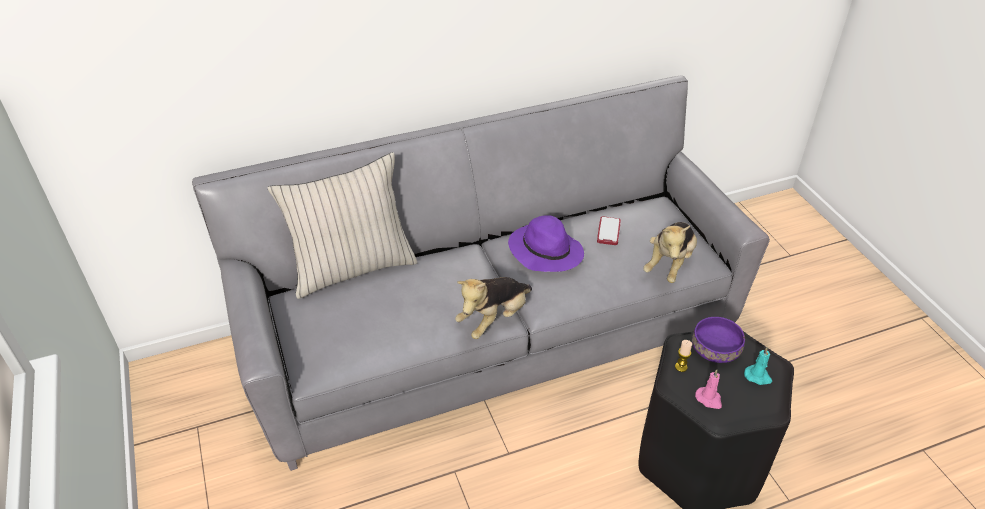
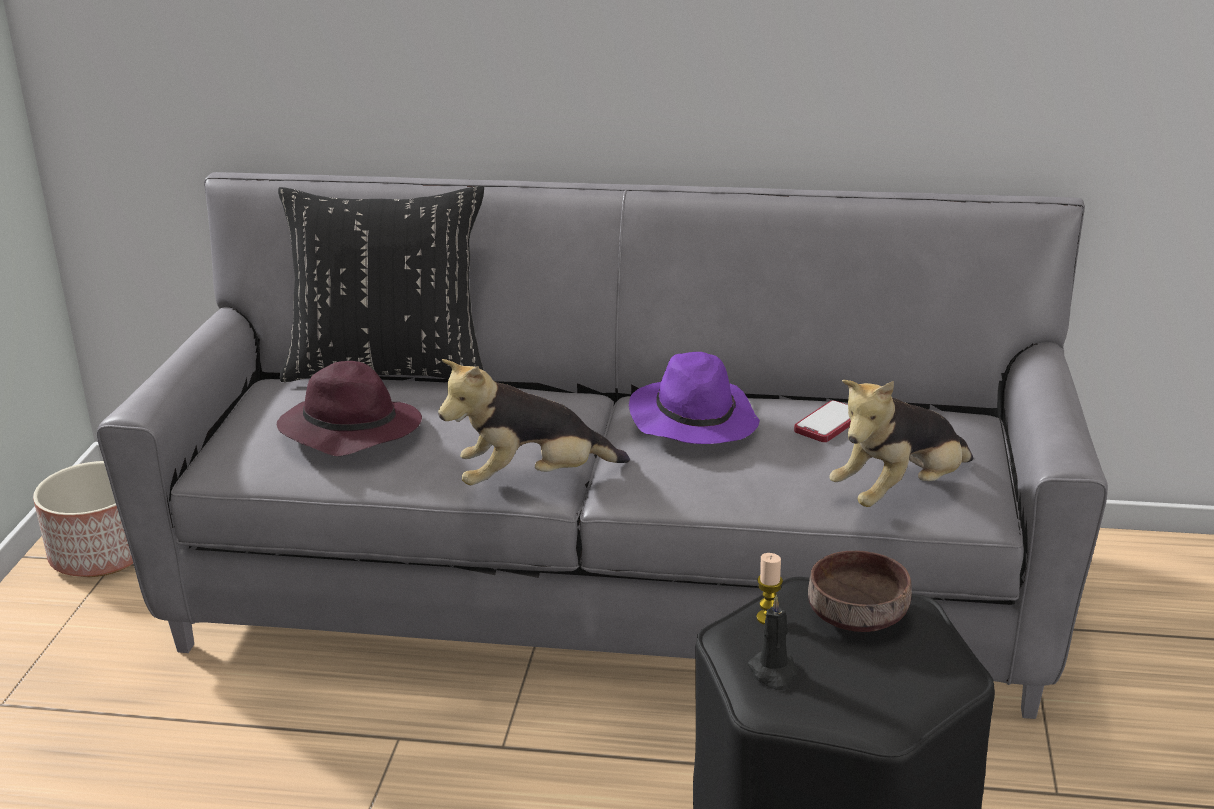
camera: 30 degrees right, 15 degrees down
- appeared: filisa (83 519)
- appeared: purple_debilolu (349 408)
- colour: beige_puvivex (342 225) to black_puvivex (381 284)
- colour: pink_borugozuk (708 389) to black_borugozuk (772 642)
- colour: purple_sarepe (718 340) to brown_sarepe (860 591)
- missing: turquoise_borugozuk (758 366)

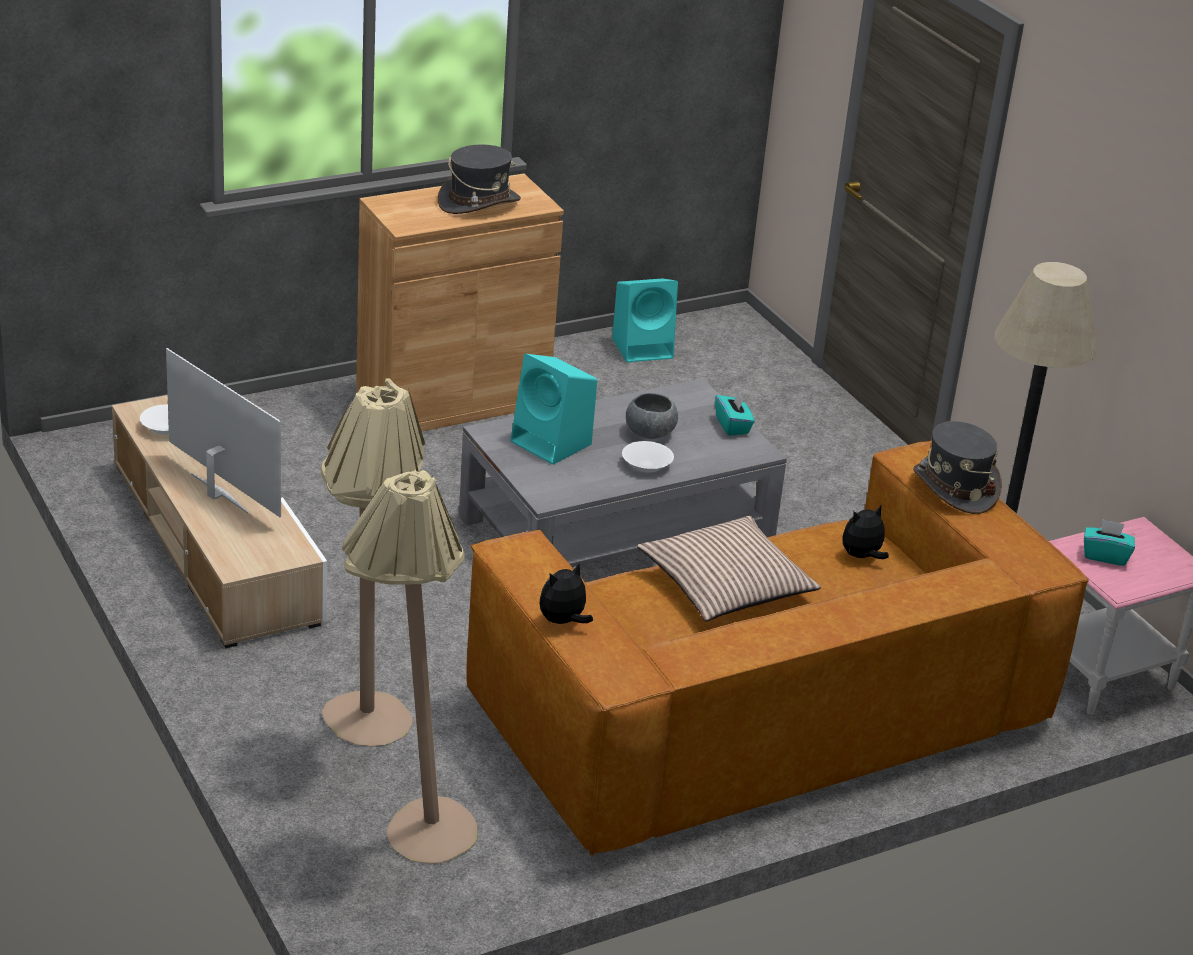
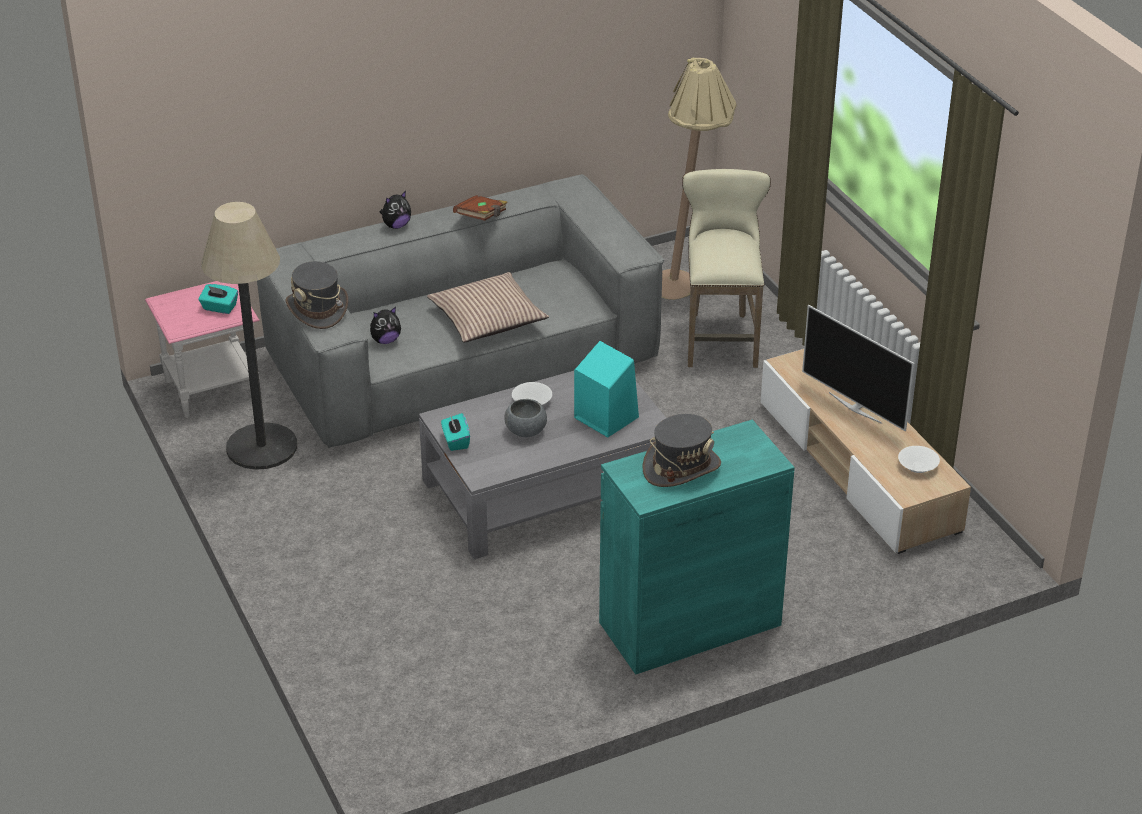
camera: 175 degrees left, 5 degrees up
- colour: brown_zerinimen (777 647) to grey_zerinimen (460 311)
- relocated: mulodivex (566 593) to (395 210)
- appeared: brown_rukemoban (480 208)
- colour: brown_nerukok (460 302) to turquoise_nerukok (697 547)
- exchanged: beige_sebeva (373 562) to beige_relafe (726 268)
- missing: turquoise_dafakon (645 320)

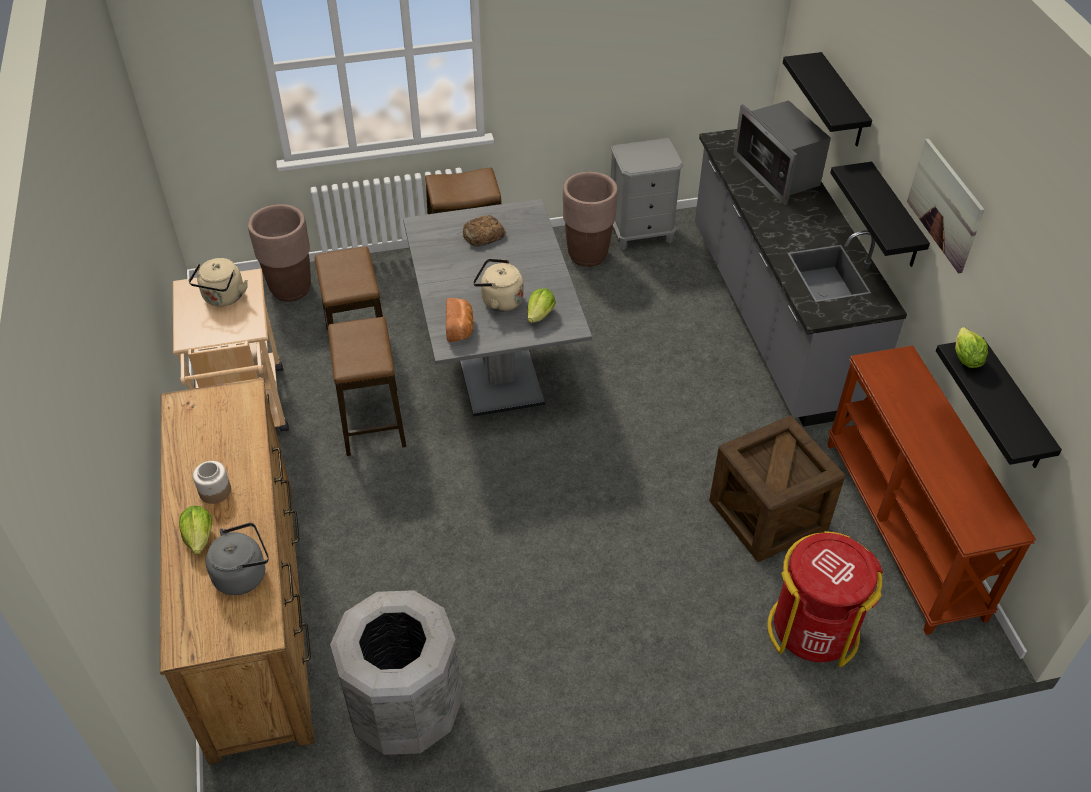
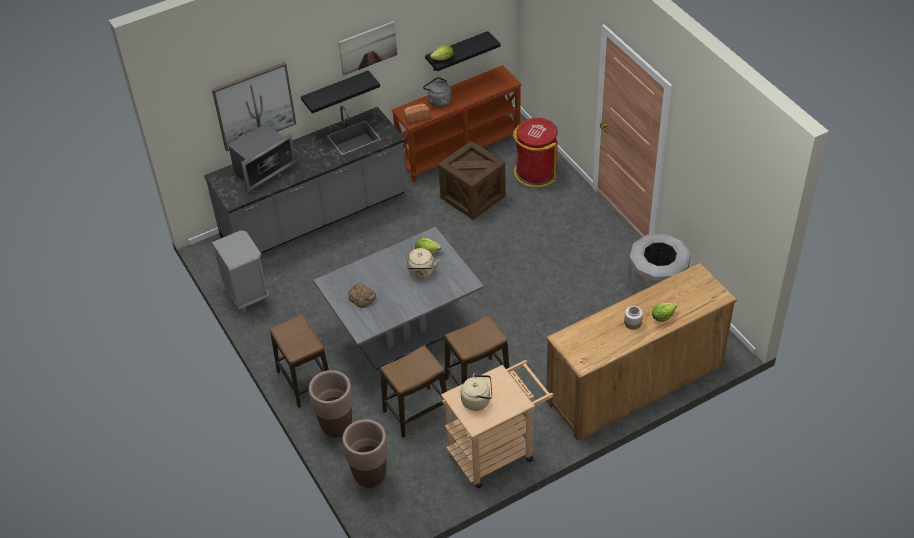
camera: 105 degrees left, 0 degrees up
- exchanged: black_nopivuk (827 99) to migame (254 106)
- relocated: brown_filisa (590 219) to (331 404)
- relocated: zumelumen (459 320) to (417 113)
- relocated: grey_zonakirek (237 559) to (437 92)

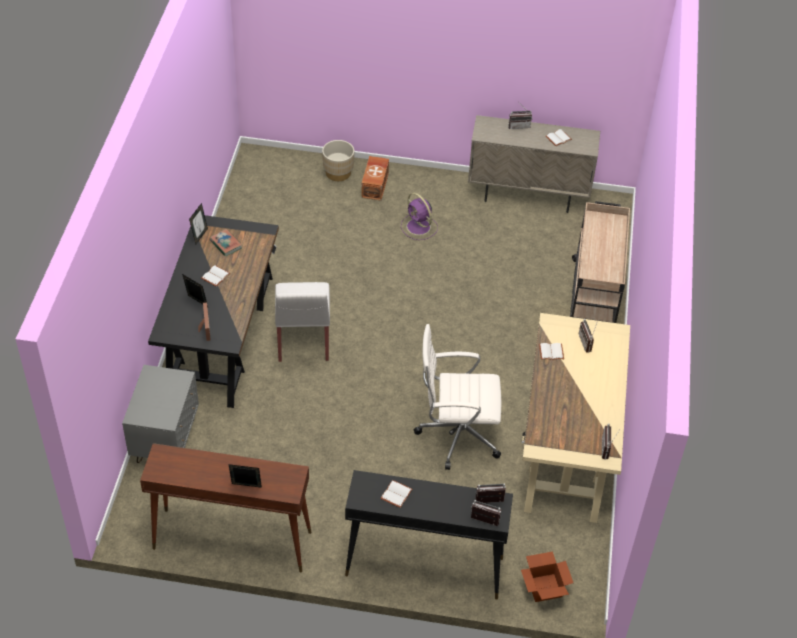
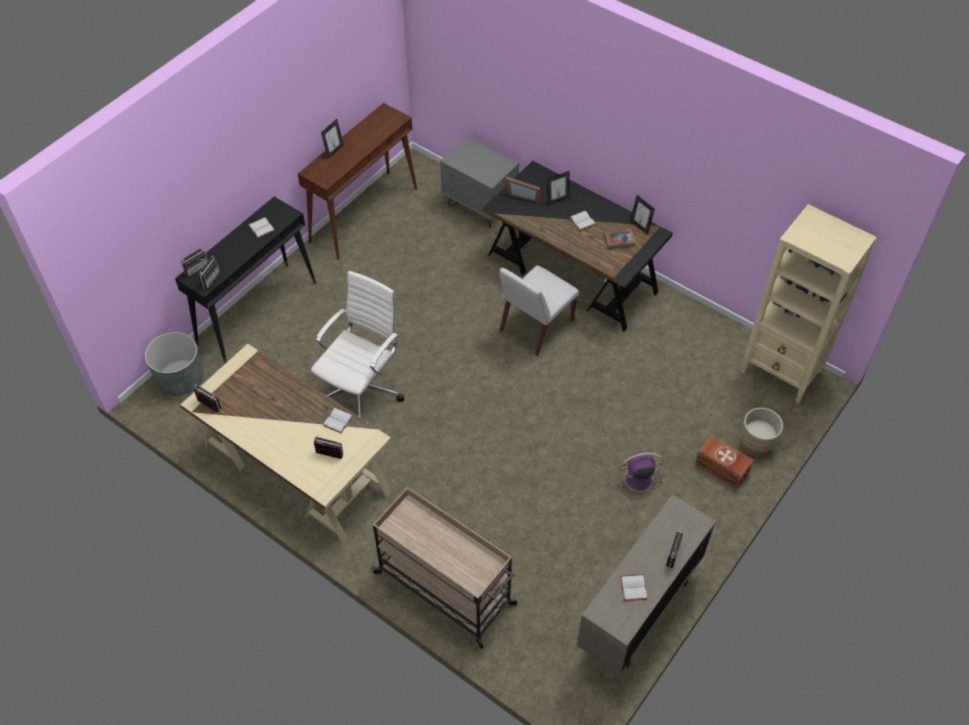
camera: 120 degrees right, 5 degrees up
- exchanged: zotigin (547 576) to grey_filisa (174 364)
- spun: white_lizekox (302 322) = (539 310) 75 degrees counterclockwise
- appeared: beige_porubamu (809 303)

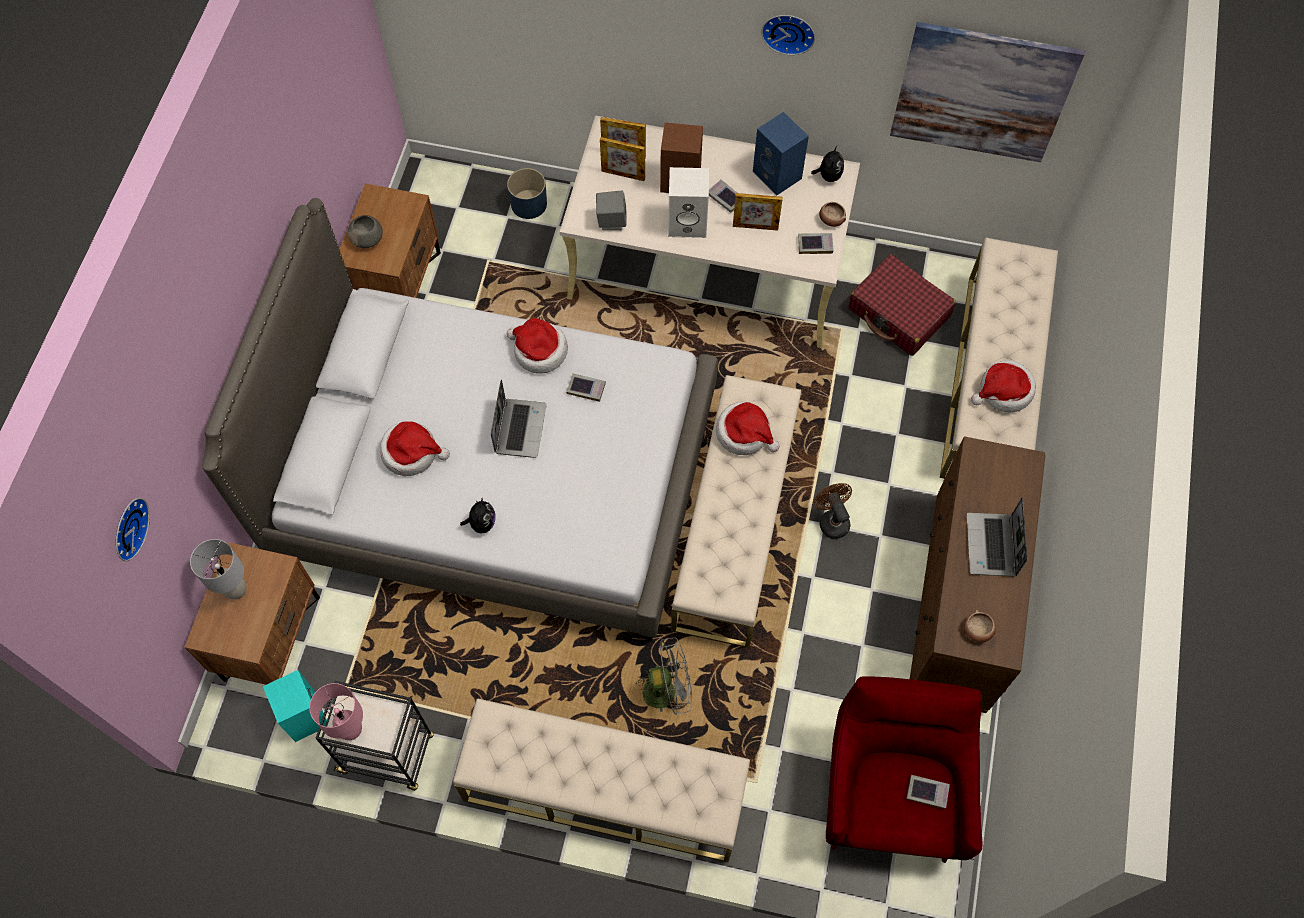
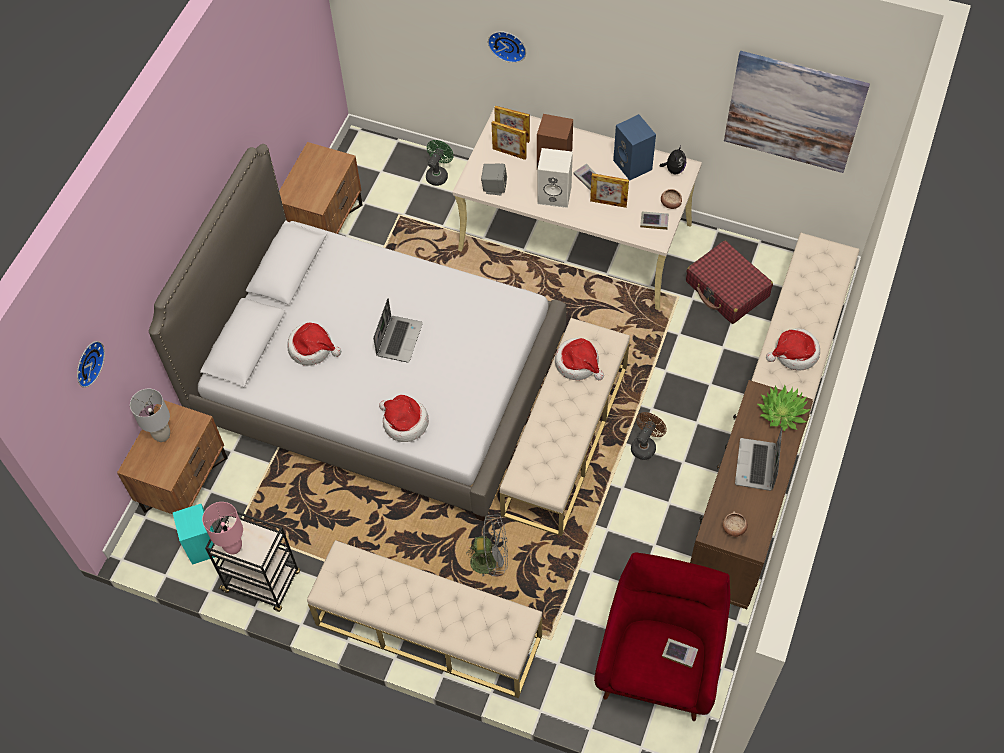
camera: 10 degrees right, 5 degrees down
- relocated: debilolu (537 346) to (404 418)
- exchanged: blue_filisa (527 193) to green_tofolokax (440 163)
- relocated: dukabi (788 35) to (507 47)
- spun: brown_tofolokax (833 511) = (649 436) 45 degrees clockwise
- appeared: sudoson (784 408)
- missing: grey_sarepe (365 231)
- missing: mulodivex (477 515)
- missing: rukemoban (586 387)

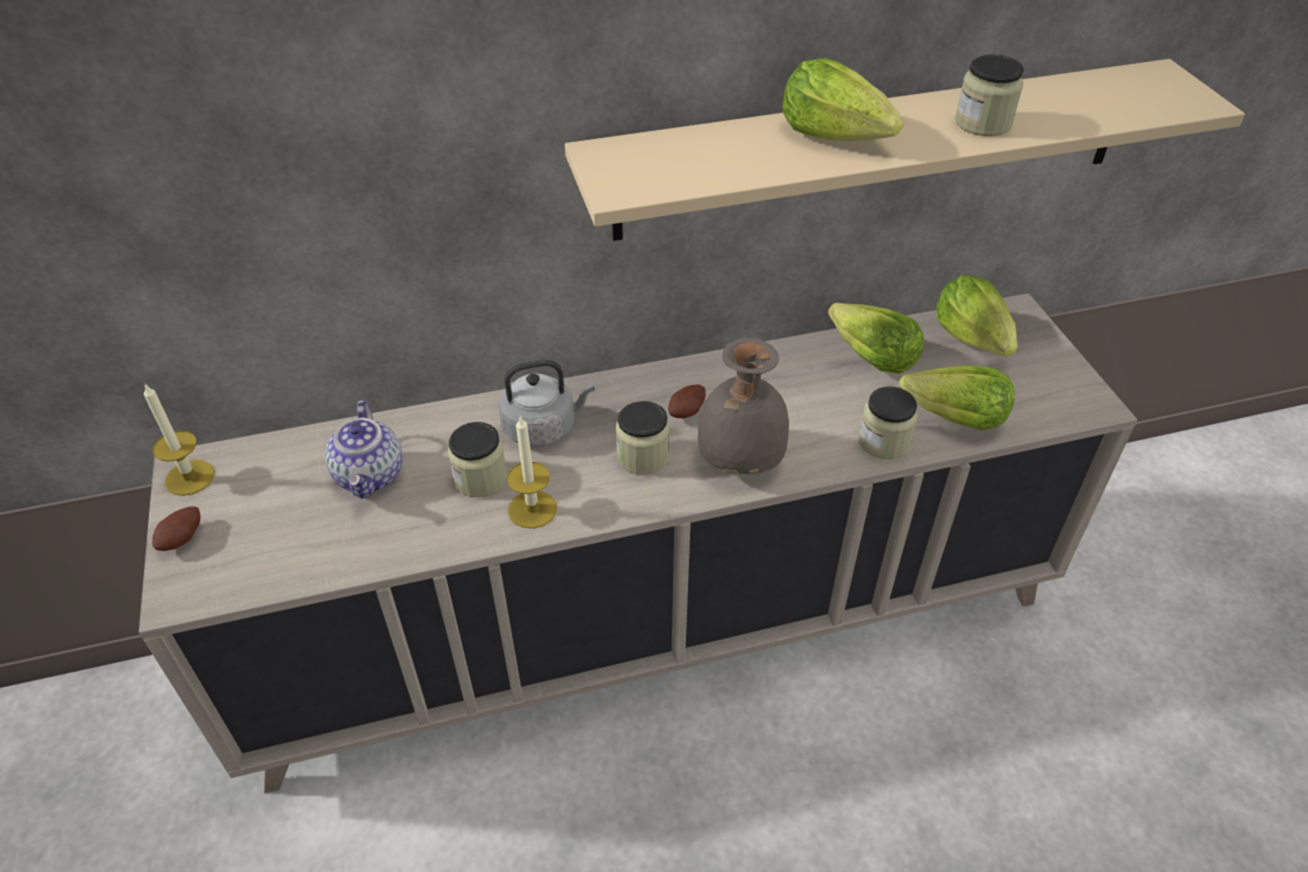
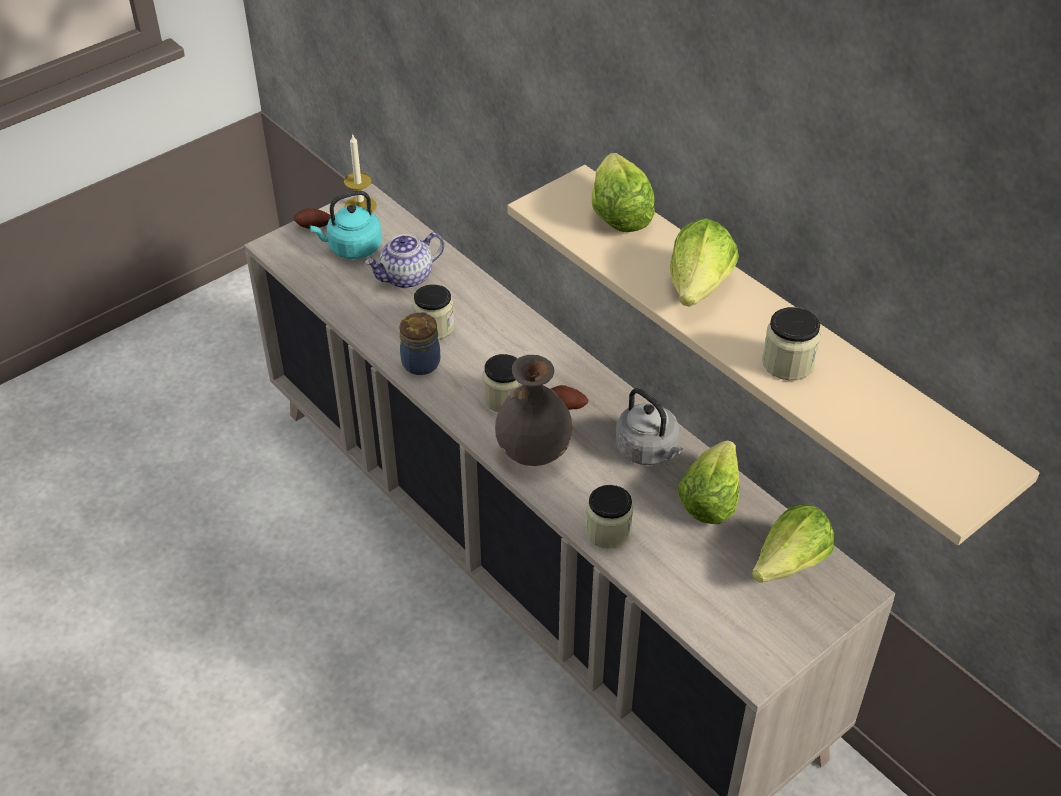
camera: 65 degrees right, 0 degrees up
- appeared: turquoise_zonakirek (345 225)
- exchanged: borugozuk (532 471) to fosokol (419 343)
- relocated: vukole (957 397) to (623 192)
- relocated: grey_zonakirek (547 403) to (649 426)

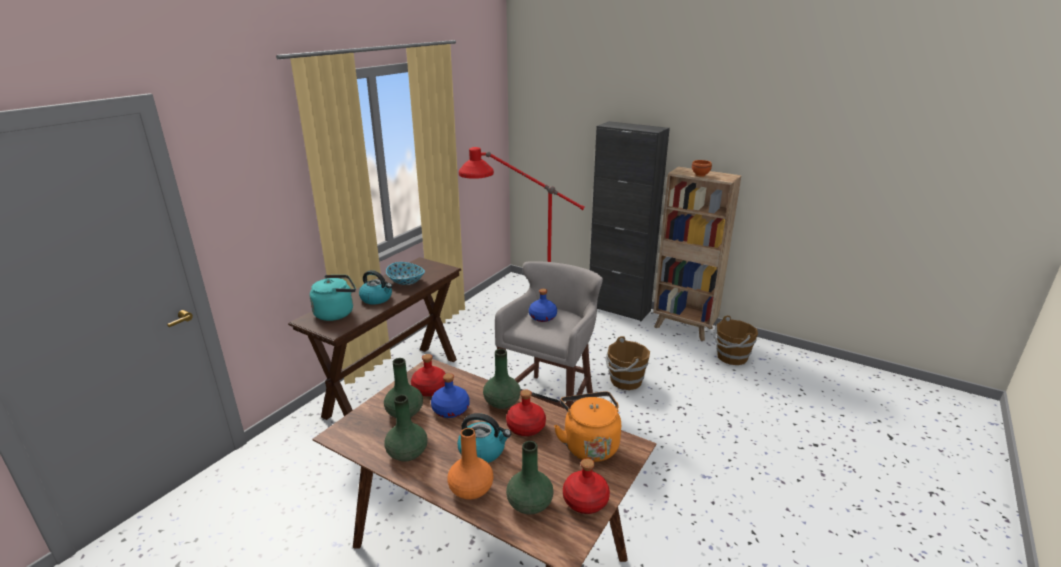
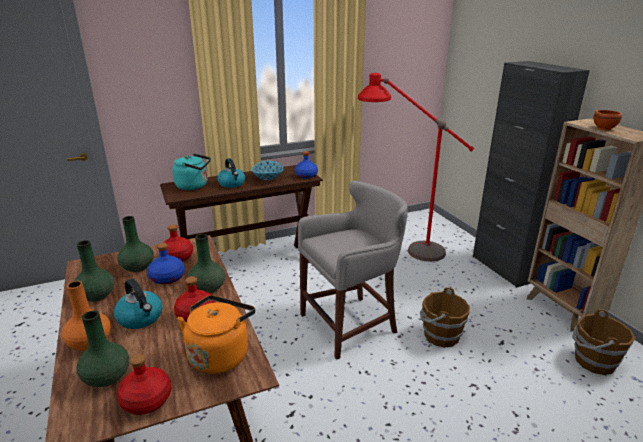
camera: 35 degrees right, 0 degrees up
- relocated: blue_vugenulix (543 305) to (306 165)

